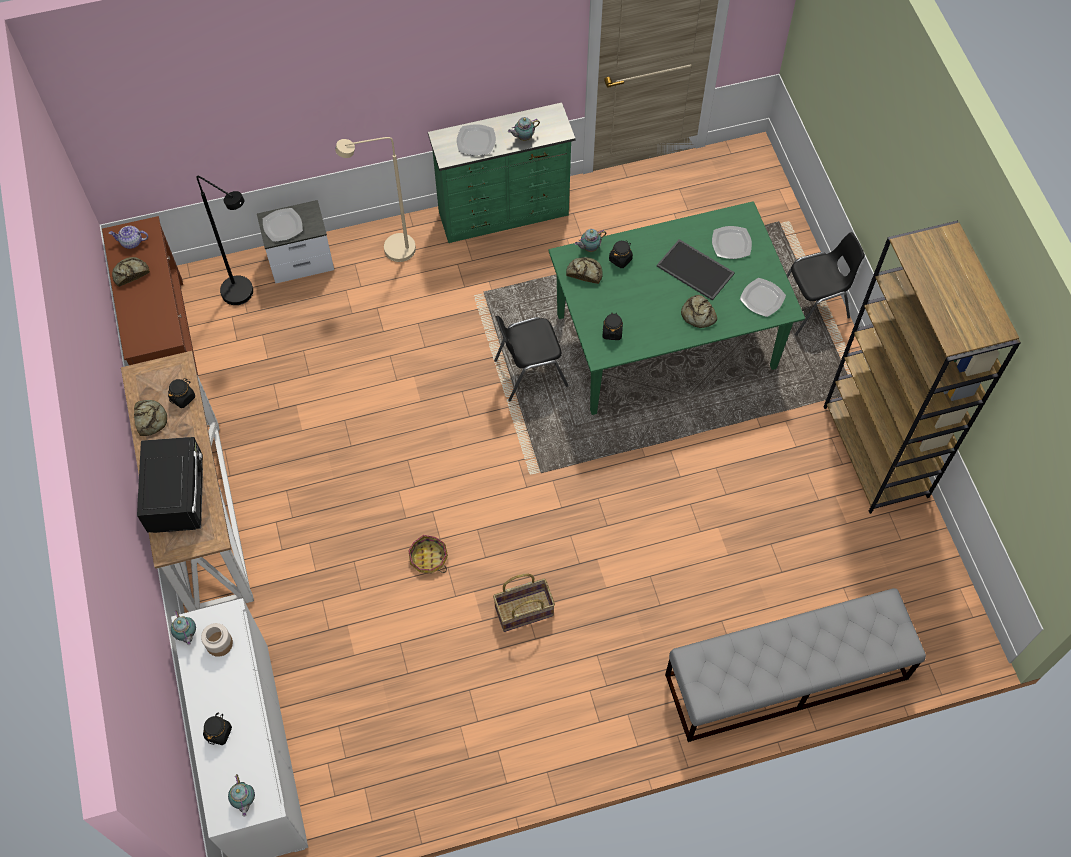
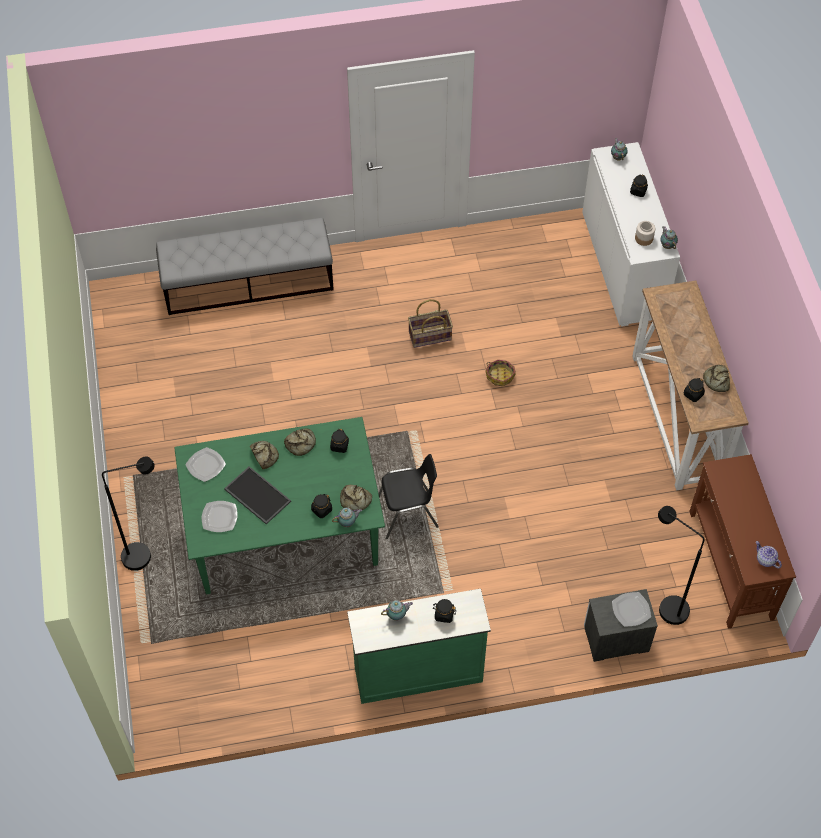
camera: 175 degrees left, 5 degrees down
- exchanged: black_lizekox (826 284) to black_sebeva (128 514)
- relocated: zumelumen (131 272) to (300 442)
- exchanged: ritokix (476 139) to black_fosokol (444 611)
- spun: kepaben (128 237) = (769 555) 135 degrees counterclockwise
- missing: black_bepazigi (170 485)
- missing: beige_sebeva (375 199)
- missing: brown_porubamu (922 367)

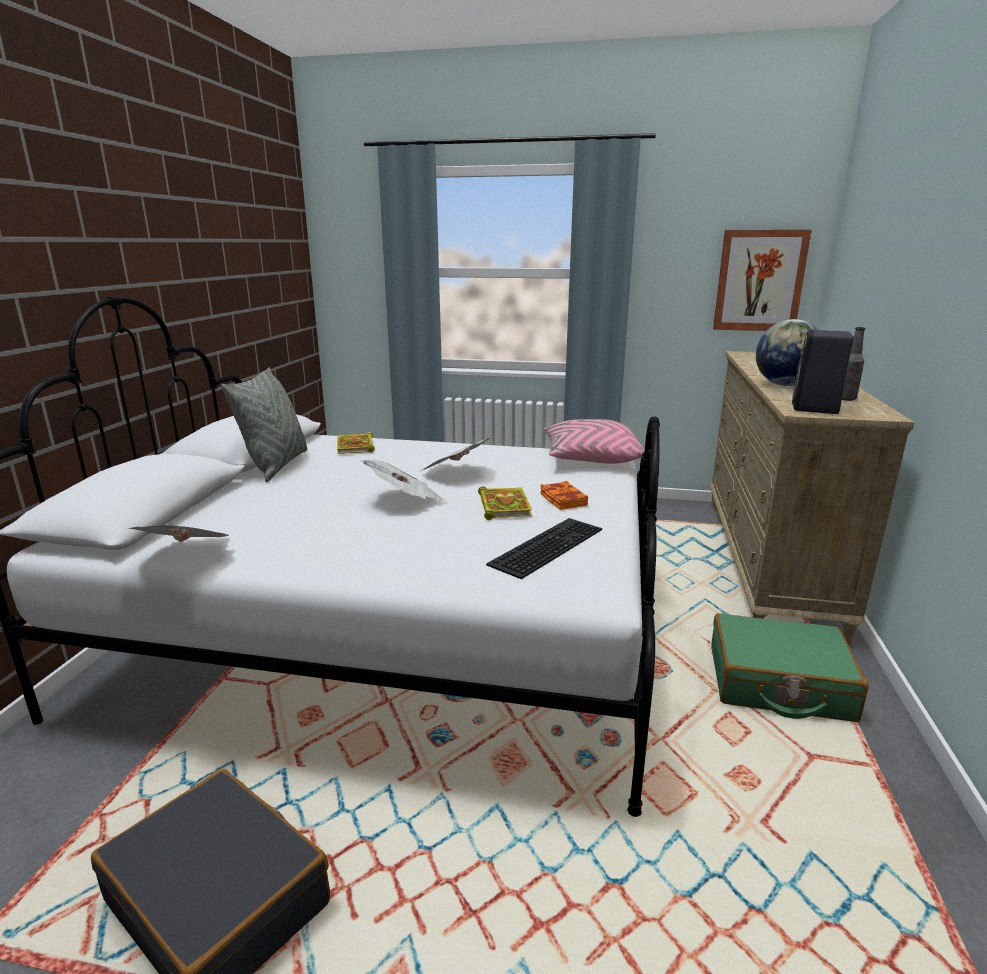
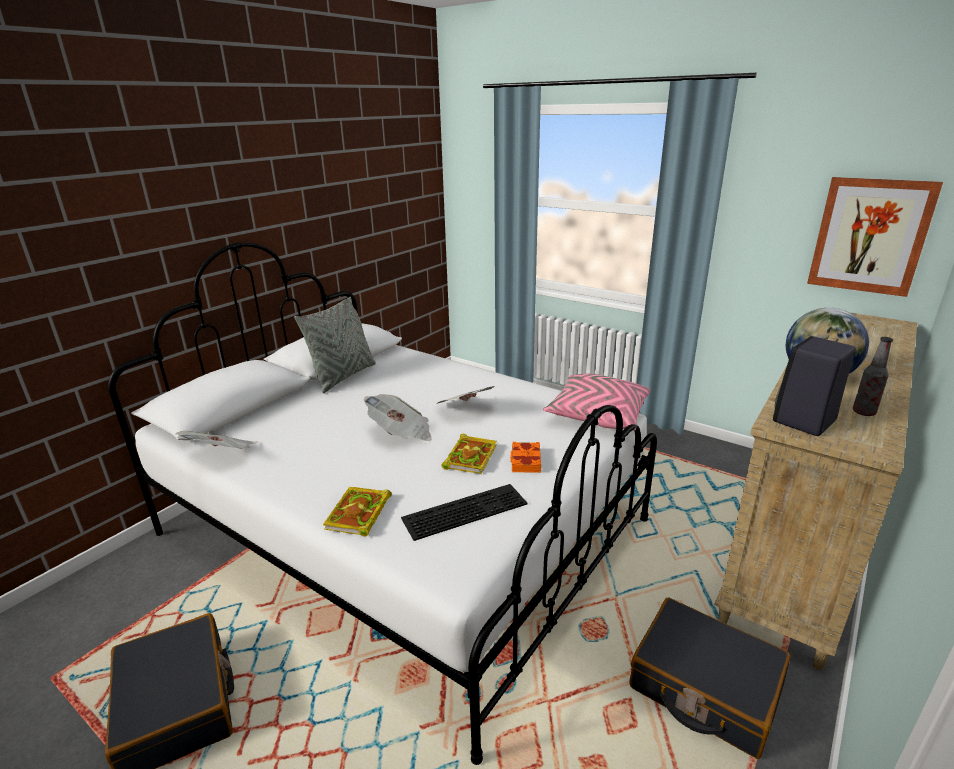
camera: 25 degrees right, 5 degrees up
- relocated: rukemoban (356 443) to (357 512)
- colour: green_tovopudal (790 667) to black_tovopudal (710 678)

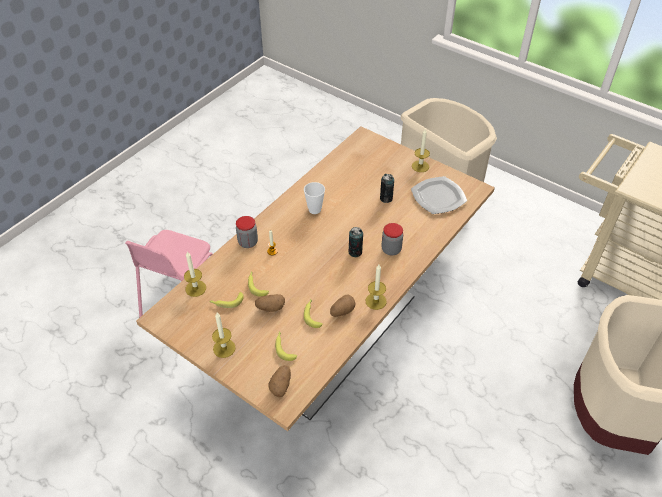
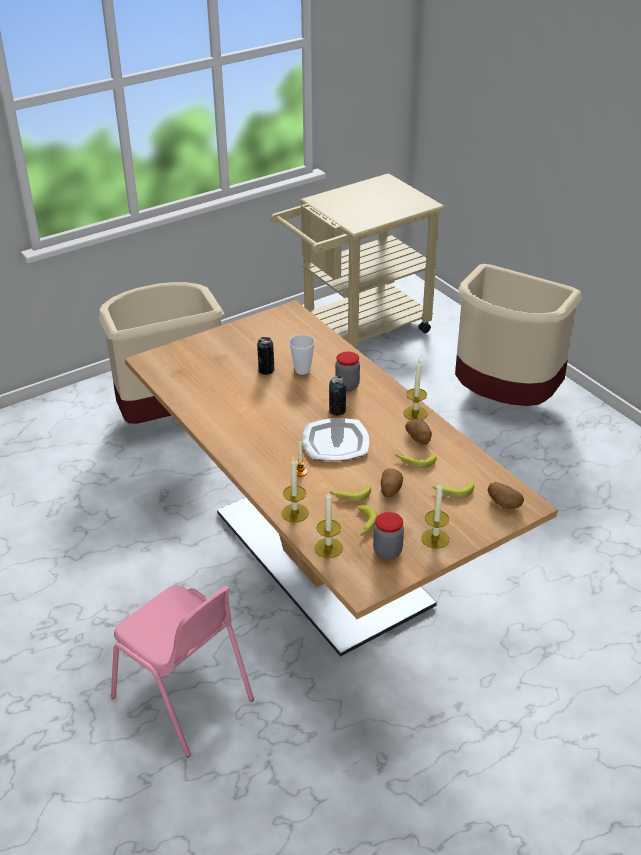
camera: 70 degrees left, 10 degrees down
- relocated: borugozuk (421 150) to (295 489)
- relocated: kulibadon (314 198) to (302 355)
- relocated: ritokix (439 195) to (336 439)
- relocated: fosokol (247 232) to (388 535)

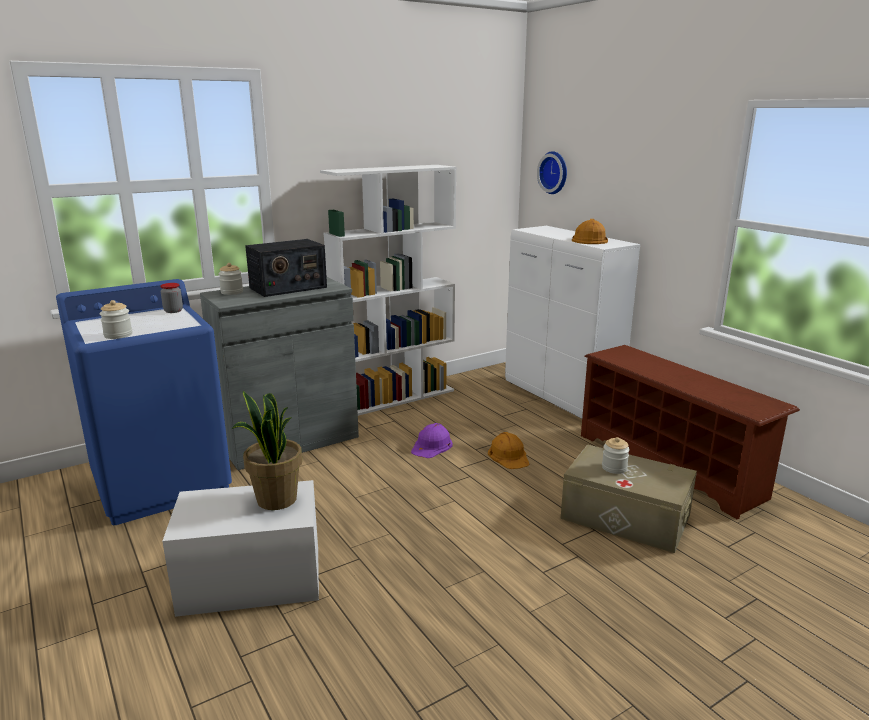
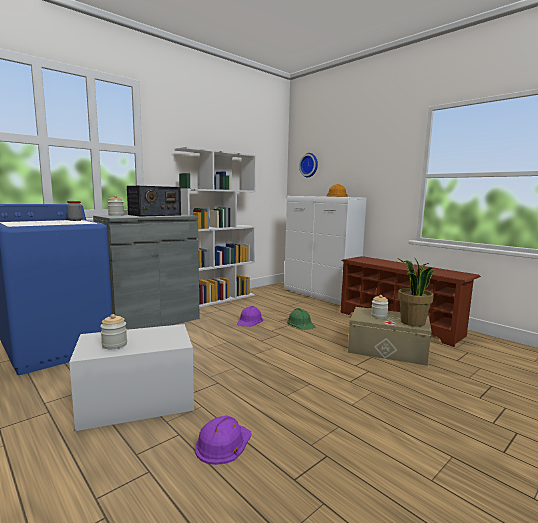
camera: 10 degrees left, 10 degrees down
- relocated: fosokol (116 319) to (113 331)
- appeared: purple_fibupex (223 440)
- colour: orange_fibupex (508 450) to green_fibupex (301 319)
- relocated: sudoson (267 450) to (415 292)

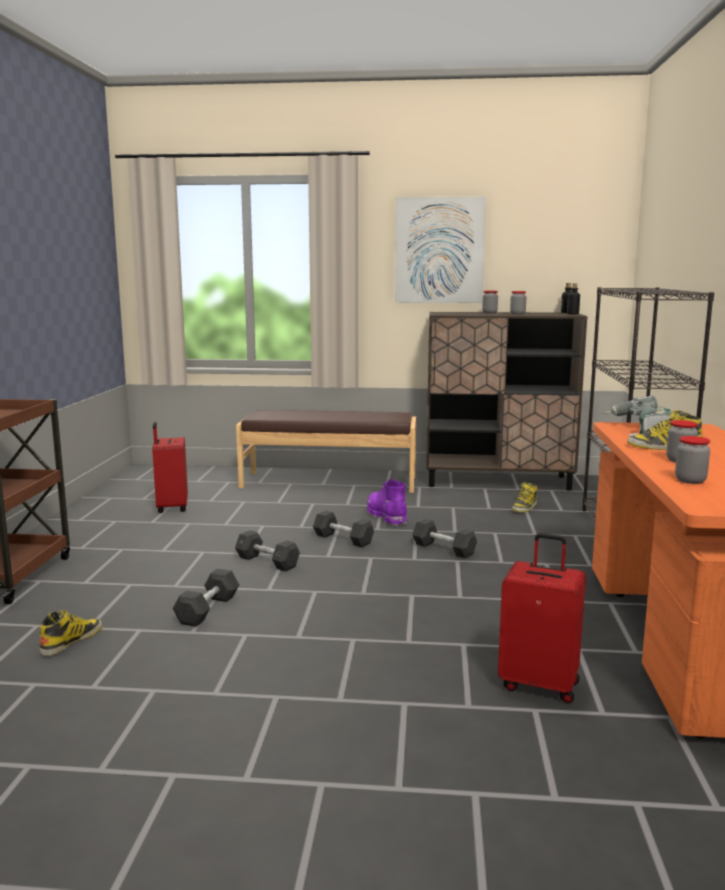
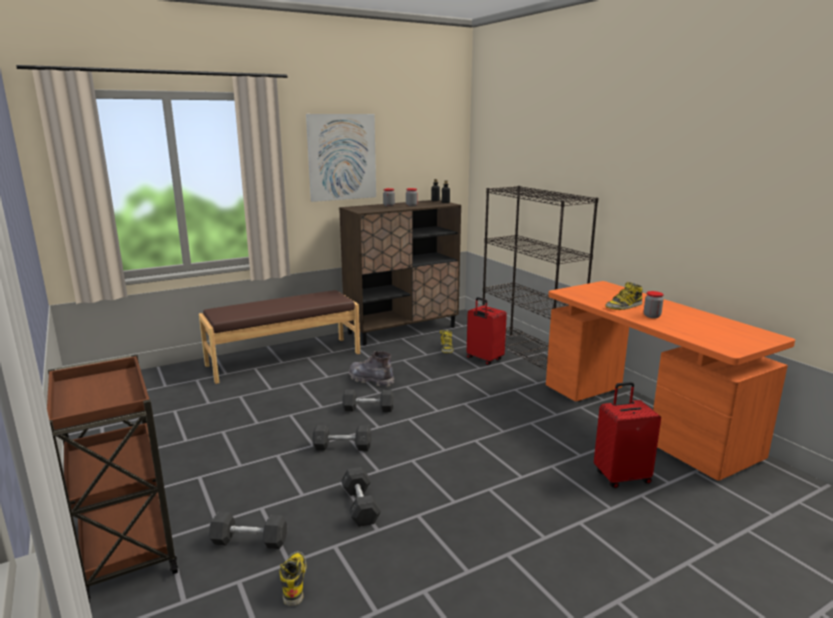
camera: 35 degrees left, 5 degrees up
- relocated: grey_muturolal (445 538) to (248 530)
- colour: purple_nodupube (387 502) to grey_nodupube (371 369)
- relocated: red_tovopudal (170 467) to (487 331)
- missing: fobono (637 416)
- missing: fosokol (692 460)

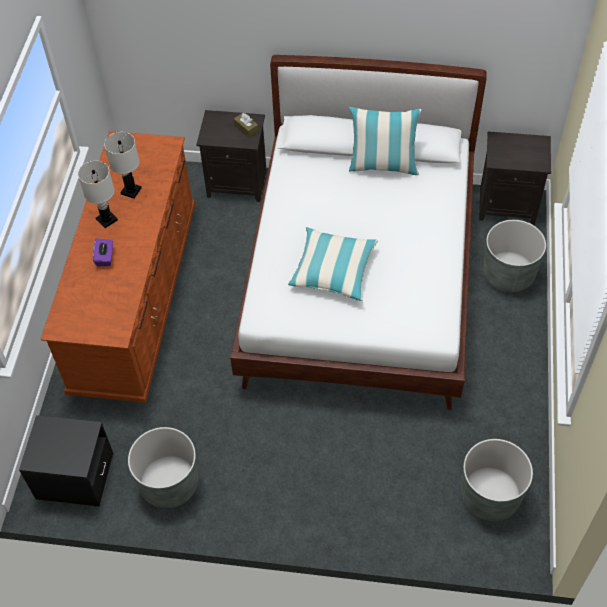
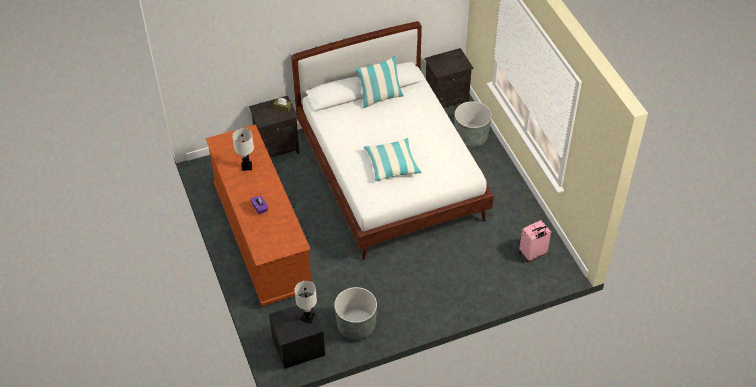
camera: 30 degrees left, 5 degrees down
- relocated: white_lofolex (98 194) to (306 302)
- exchanged: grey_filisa (497 480) to pink_tovopudal (535 241)

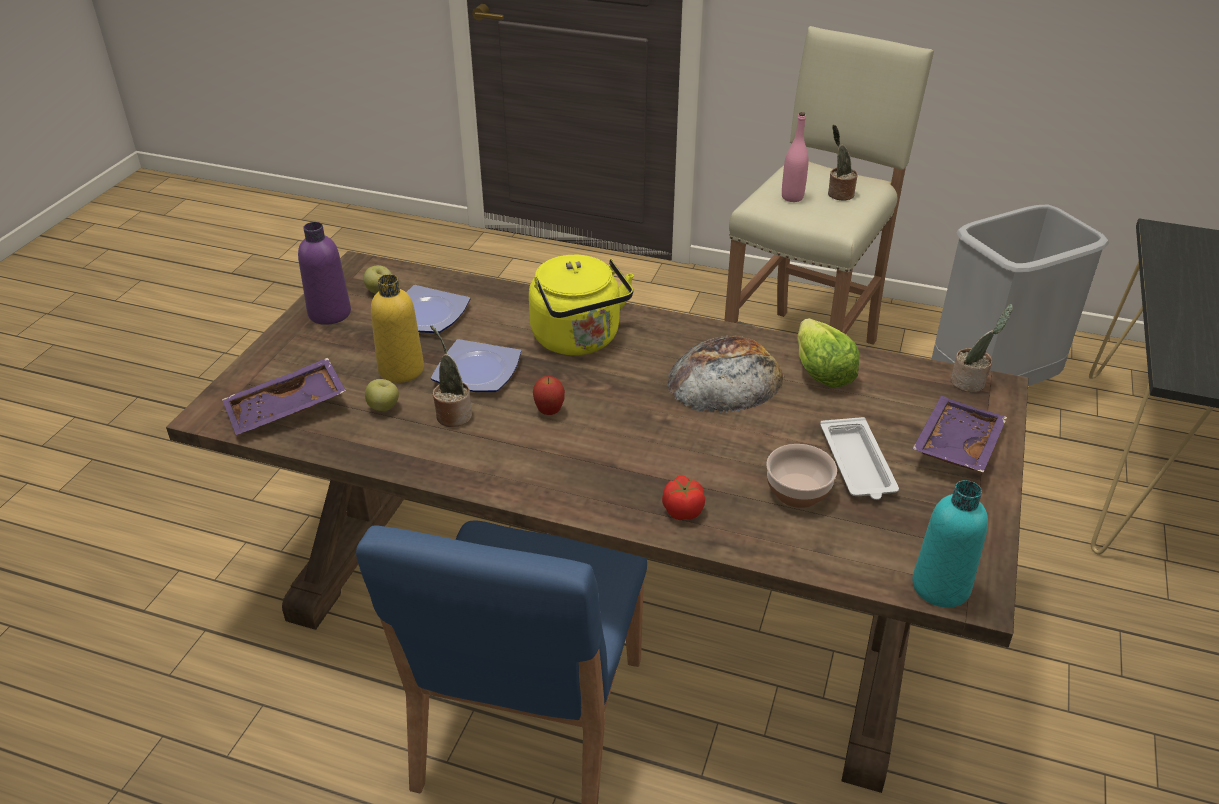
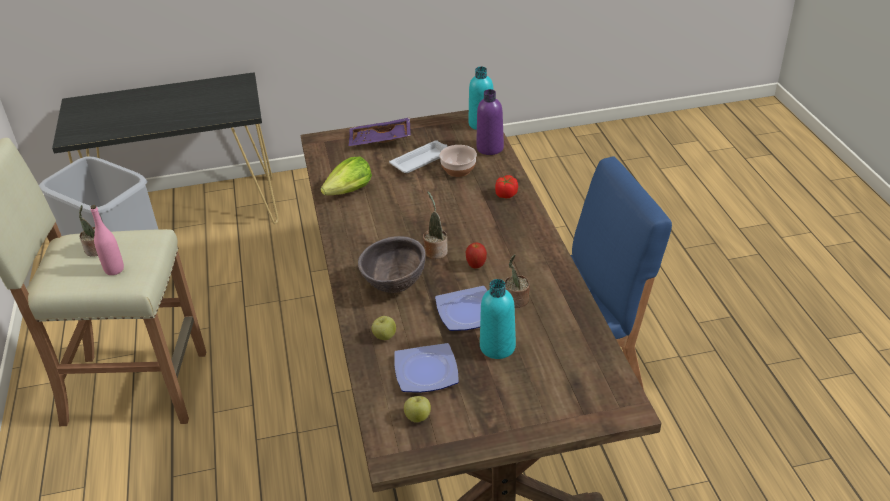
camera: 120 degrees left, 0 degrees up
- exchanged: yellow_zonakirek (581 305) to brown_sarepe (392 264)
- relocated: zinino (382 395) to (383 328)
- relocated: sudoson (982 348) to (435 225)
- relocated: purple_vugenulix (324 273) to (490 122)
- colour: yellow_vugenulix (397 328) to turquoise_vugenulix (498 319)
- missing: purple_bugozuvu (284 396)
- missing: zumelumen (726 374)

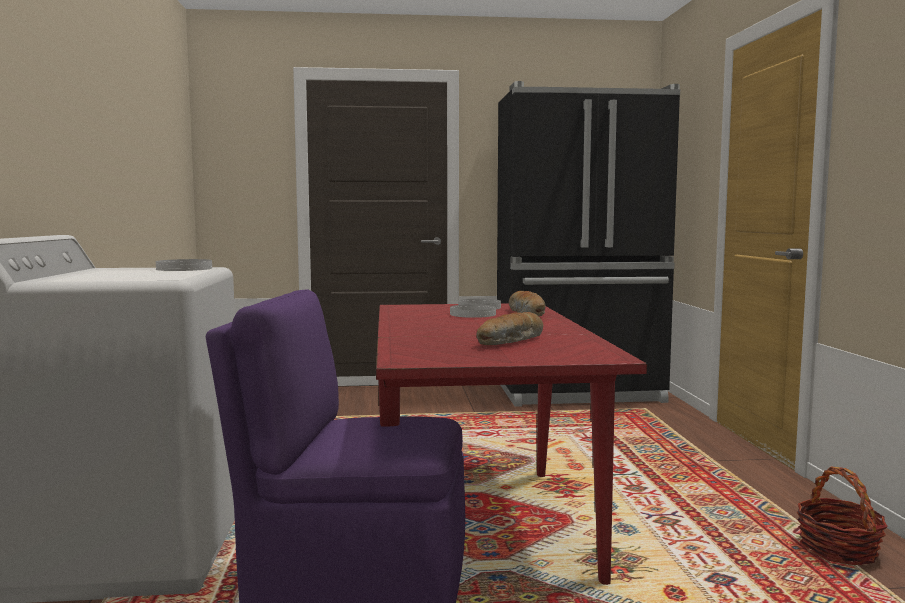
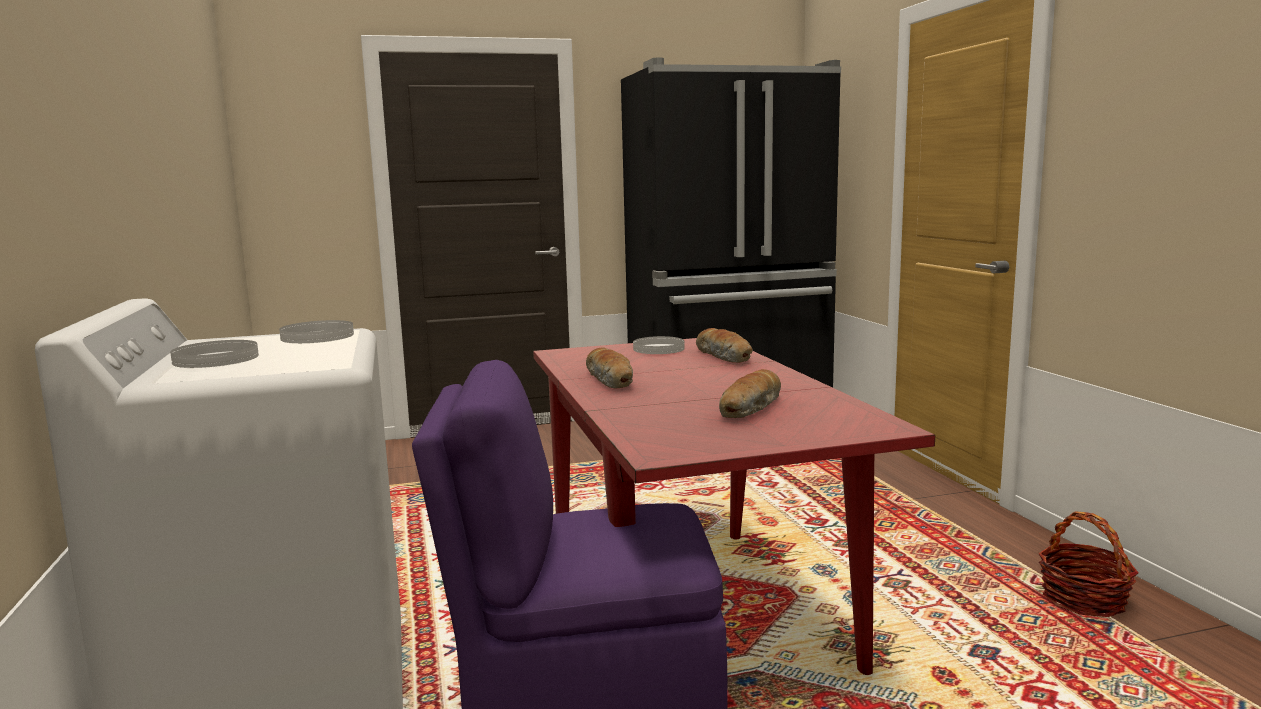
camera: 10 degrees left, 5 degrees up
- relocated: white_ritokix (473 311) to (214 354)
- appeared: zumelumen (609 367)

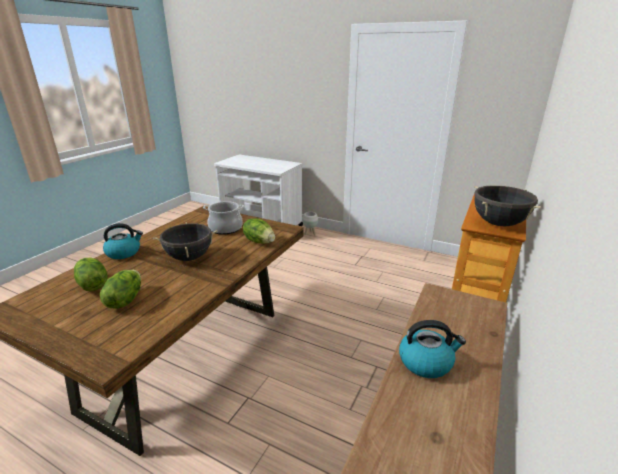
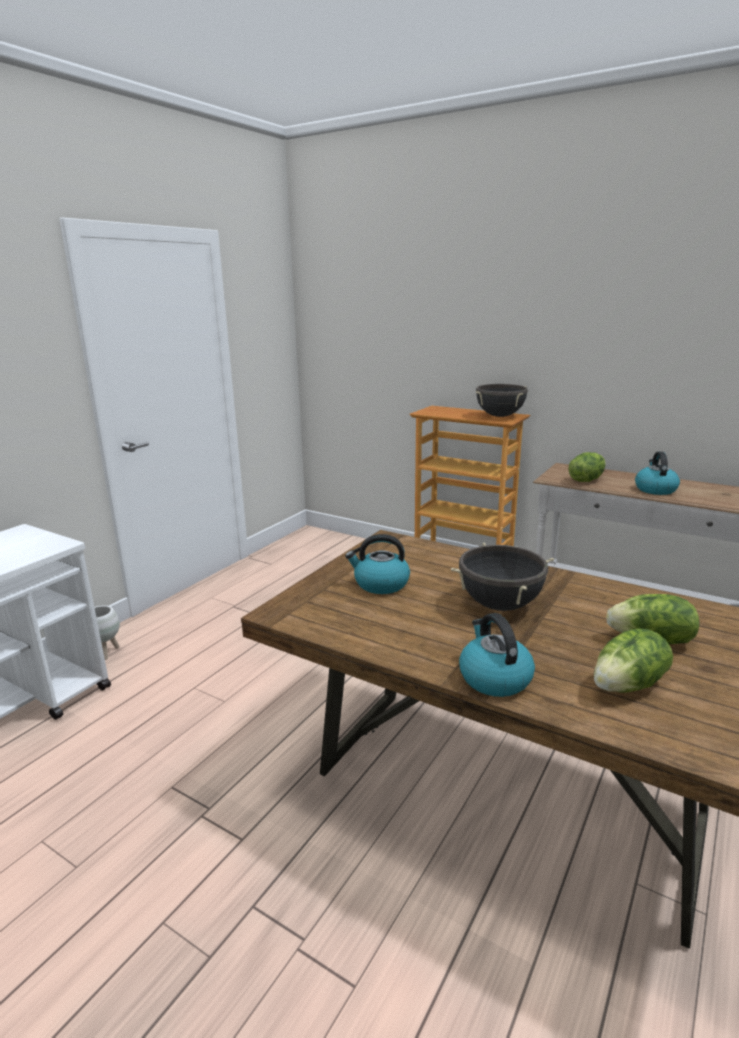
camera: 85 degrees left, 5 degrees down
- exchanged: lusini (223 218) to zonakirek (377 564)
- relocated: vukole (259 231) to (587 467)

